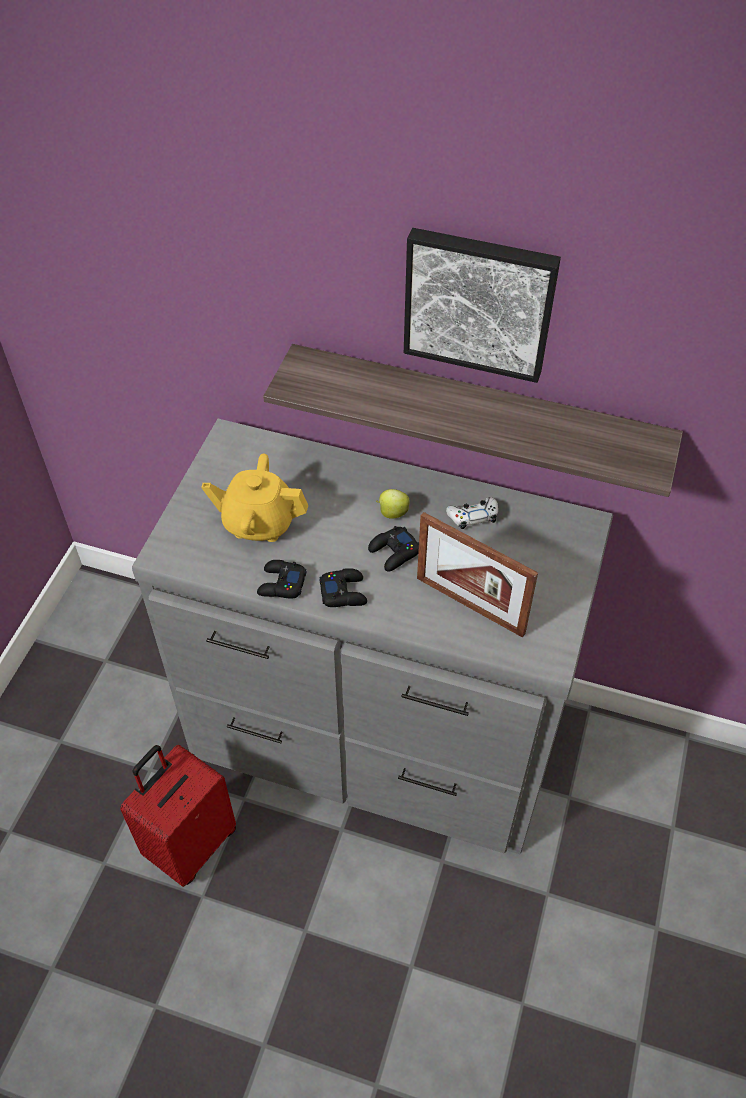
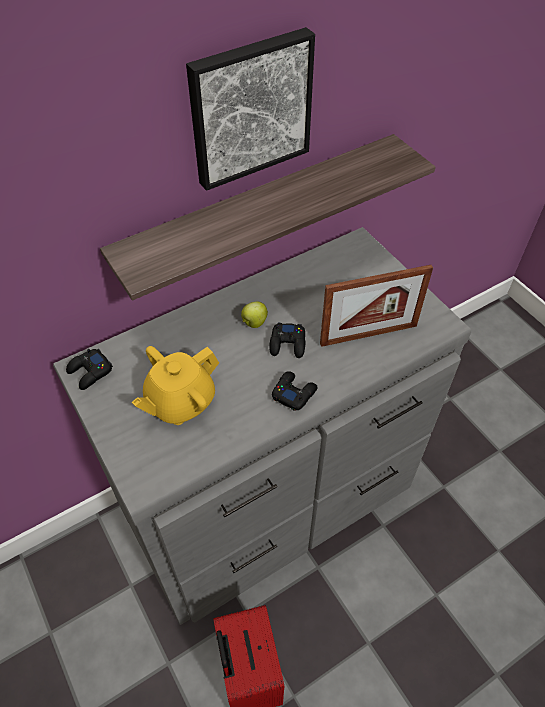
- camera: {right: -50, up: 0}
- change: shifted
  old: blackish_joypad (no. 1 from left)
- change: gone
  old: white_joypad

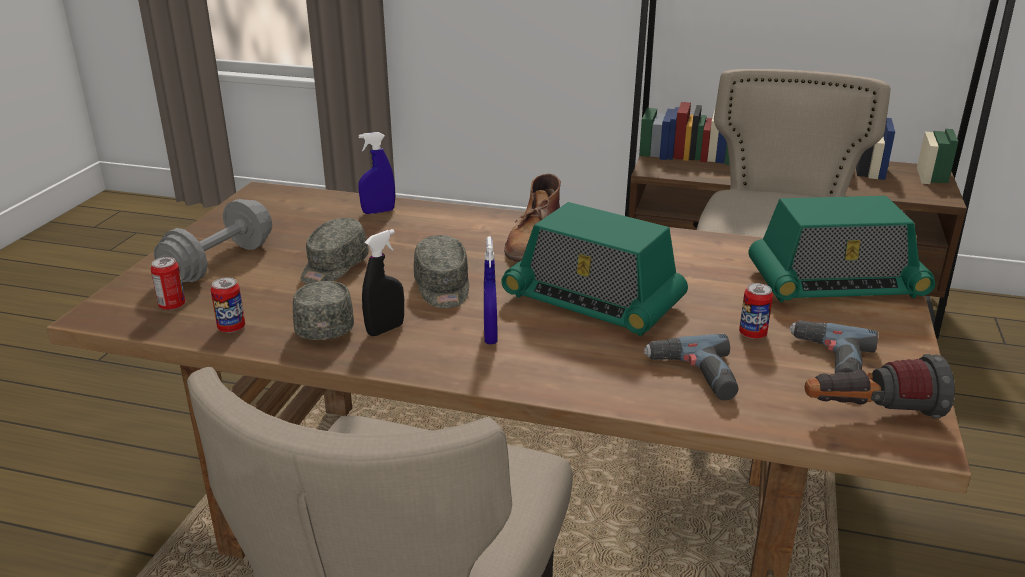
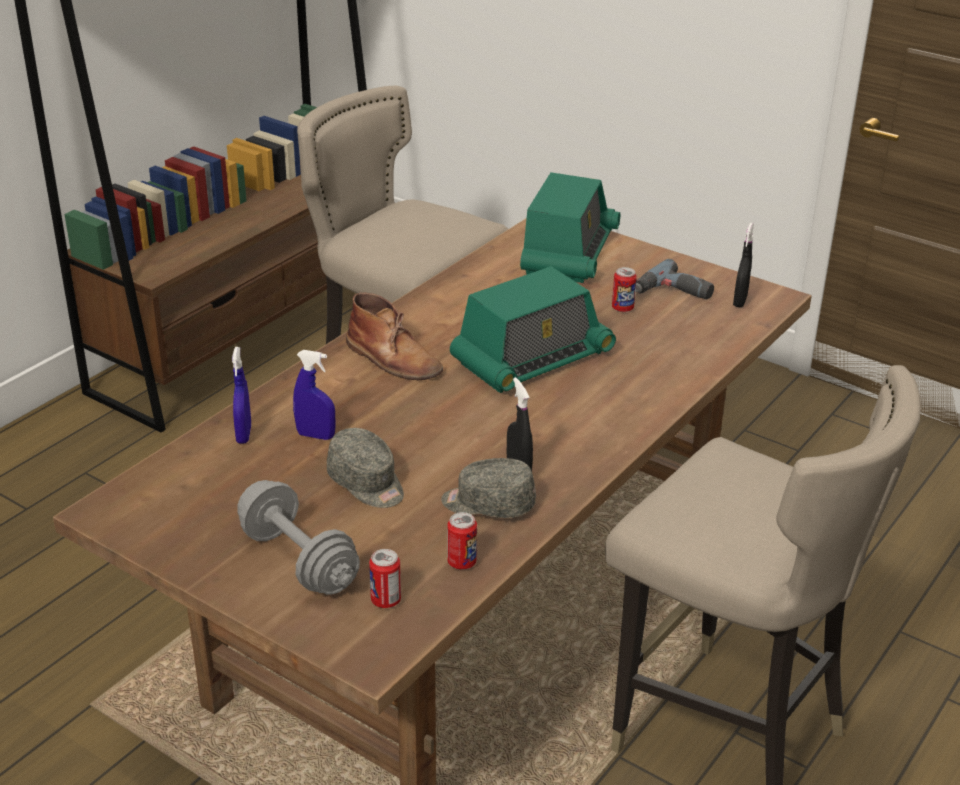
- camera: {right: -70, up: 5}
- change: shifted
  old: blue-coloured_sprayer (no. 2 from left)
- change: swapped
  old: torch
  new: blackish_sprayer (no. 2 from left)
- change: gone
  old: gray_baseball_cap (no. 3 from left)
- change: gone
  old: electric_drill (no. 1 from left)

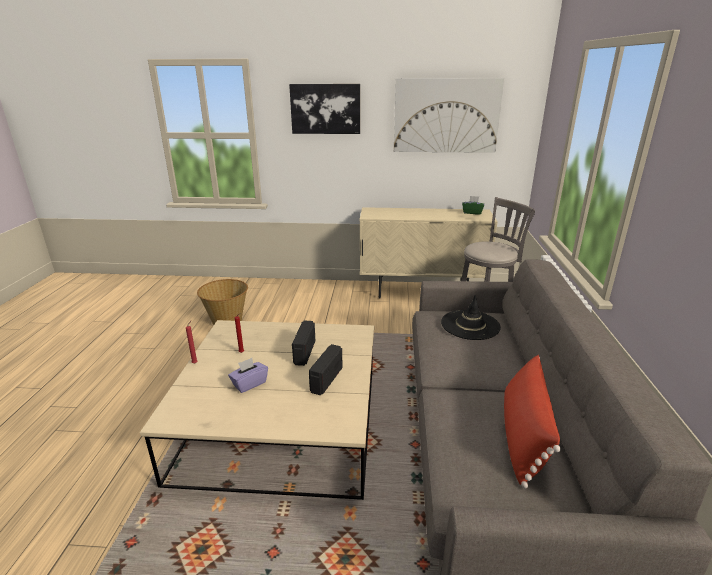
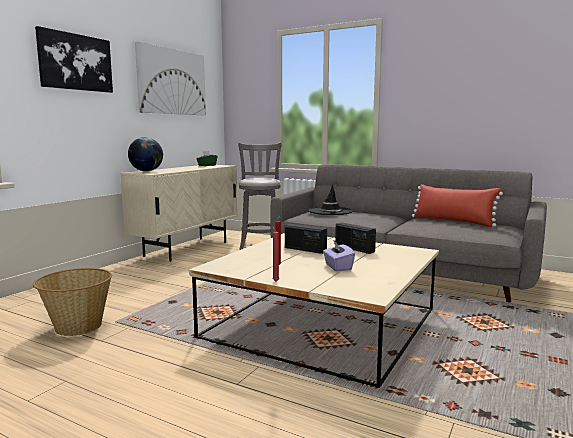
- camera: {right: -65, up: -15}
- change: new
  new: desk_globe

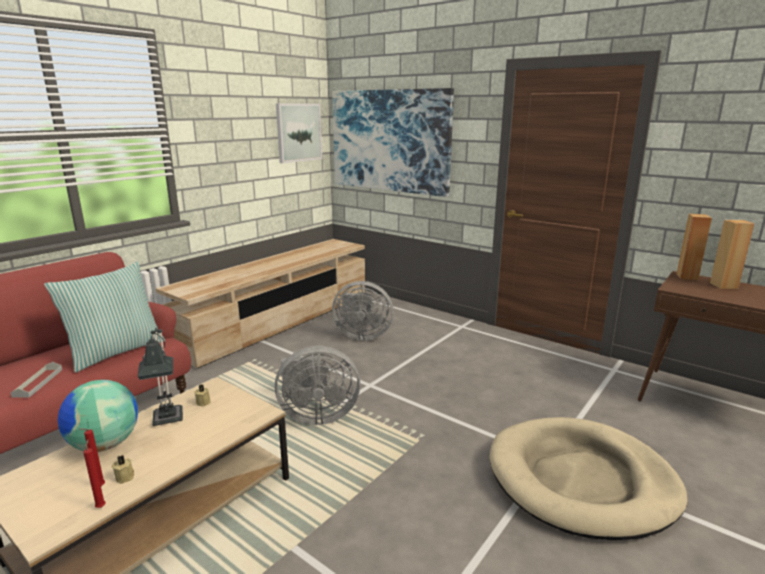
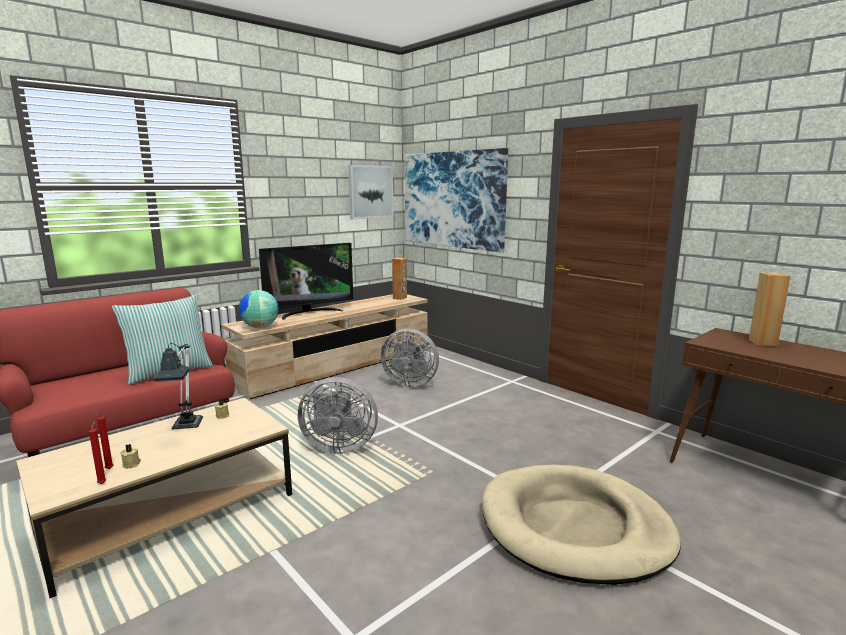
- camera: {right: 10, up: -5}
- change: shifted
  old: desk_globe
- change: new
  new: television
- change: shifted
  old: brown-coloured_speaker (no. 1 from left)
- change: gone
  old: gray_carrying_tray

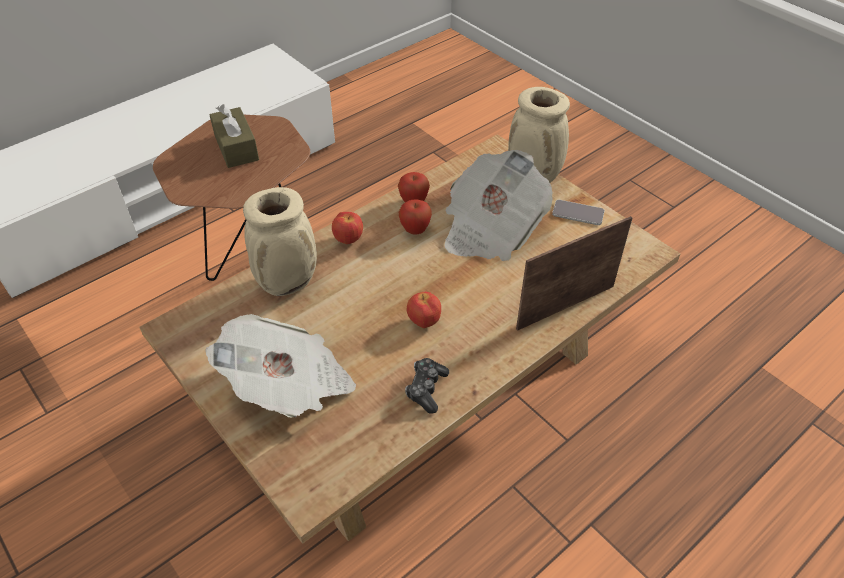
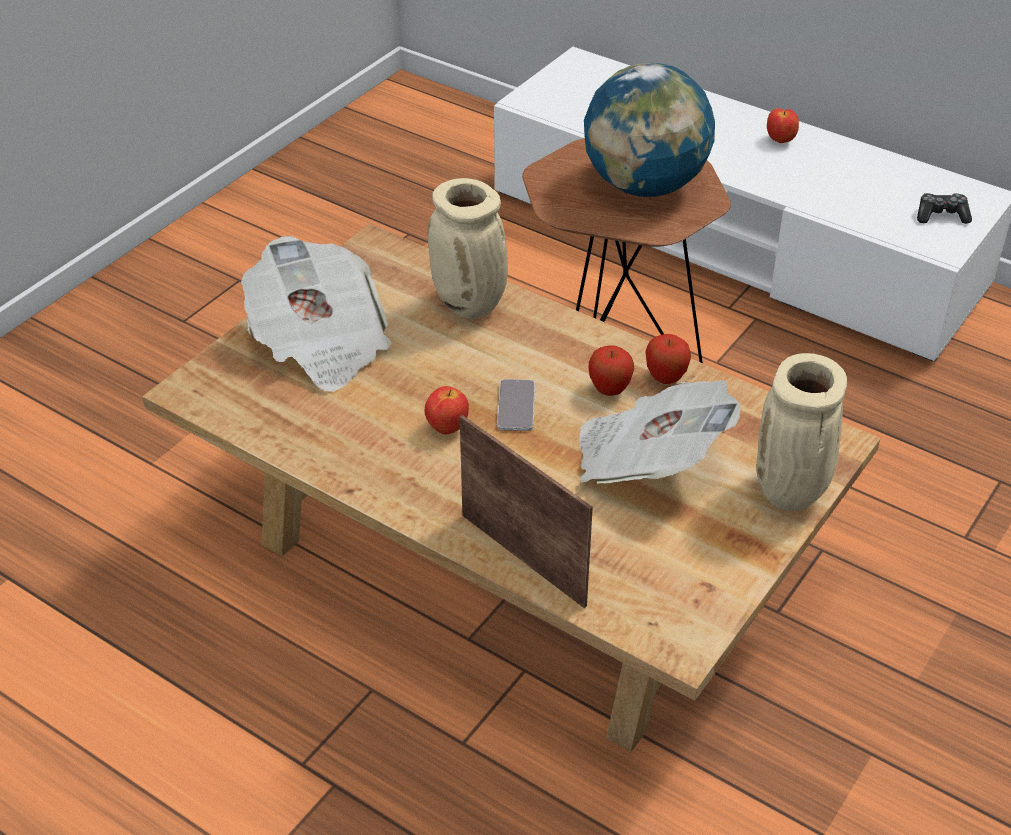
- camera: {right: 75, up: -5}
- change: shifted
  old: telephone
- change: swapped
  old: brown-coloured_tissue_box
  new: desk_globe
- change: shifted
  old: apple (no. 1 from left in the first image)
  new: apple (no. 4 from left)
- change: shifted
  old: joypad

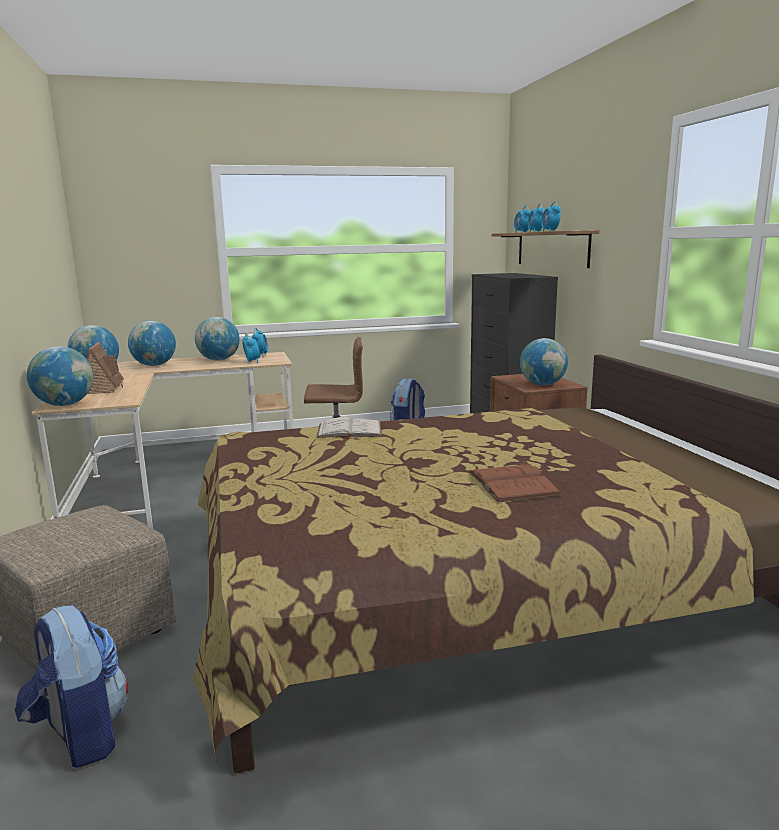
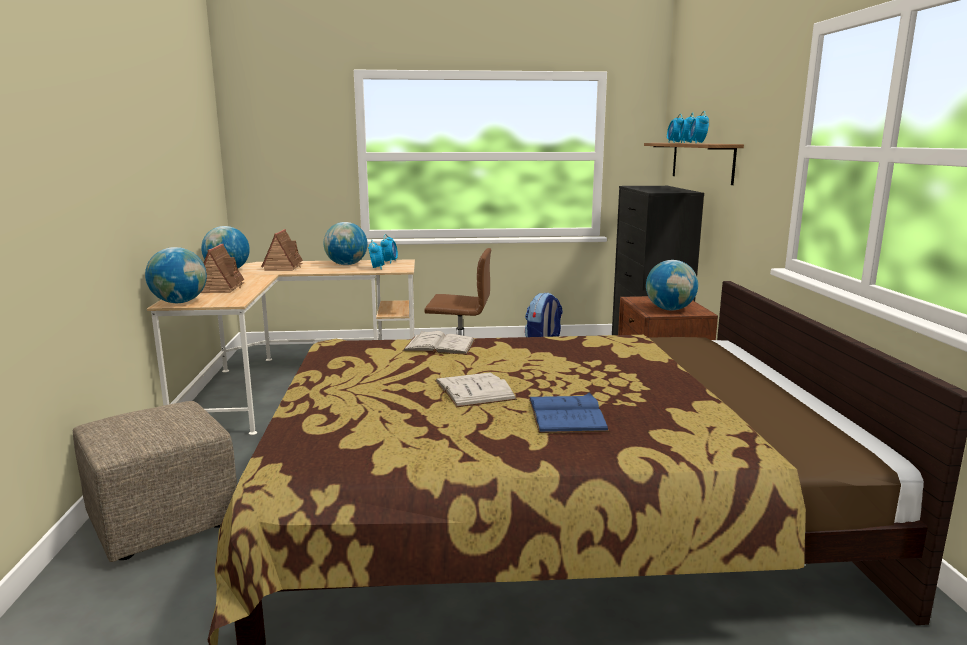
- camera: {right: 10, up: 0}
- change: swapped
  old: desk_globe (no. 3 from left)
  new: model_house (no. 2 from left)
- change: new
  new: white_book (no. 2 from left)
- change: repainted
  old: brown-coloured_book
  new: blue-coloured_book
- change: gone
  old: rucksack (no. 1 from left)

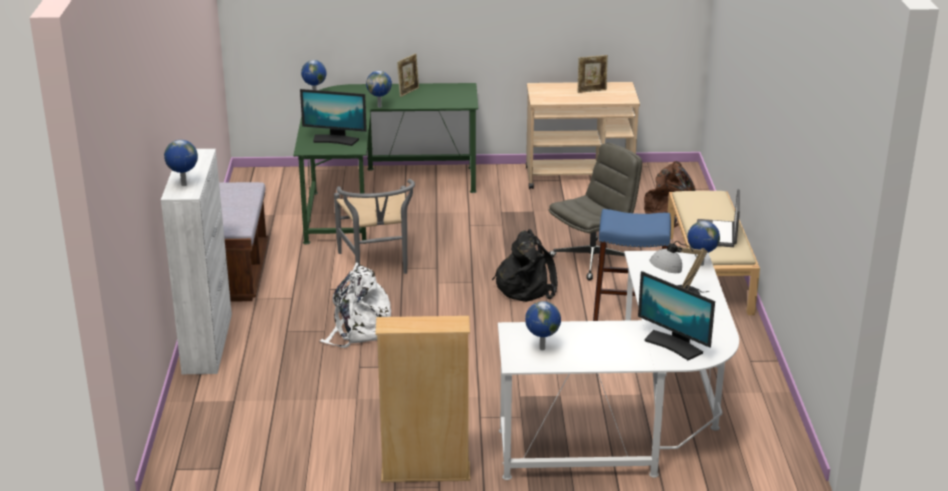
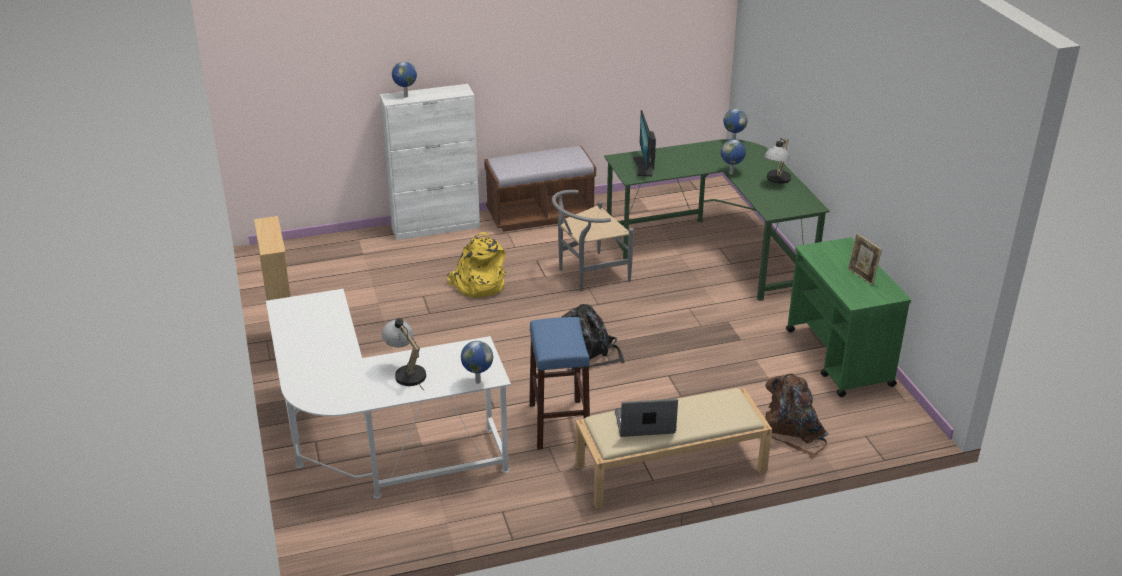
- camera: {right: 75, up: 5}
- change: repainted
  old: white_rucksack
  new: yellowish_rucksack
- change: swapped
  old: picture_frame (no. 1 from left)
  new: table_lamp (no. 2 from left)
- change: repainted
  old: beige_wheeled_cart
  new: green_wheeled_cart
- change: gone
  old: desk_globe (no. 4 from left)
- change: gone
  old: gray_desk_chair
- change: gone
  old: computer_display (no. 2 from left)

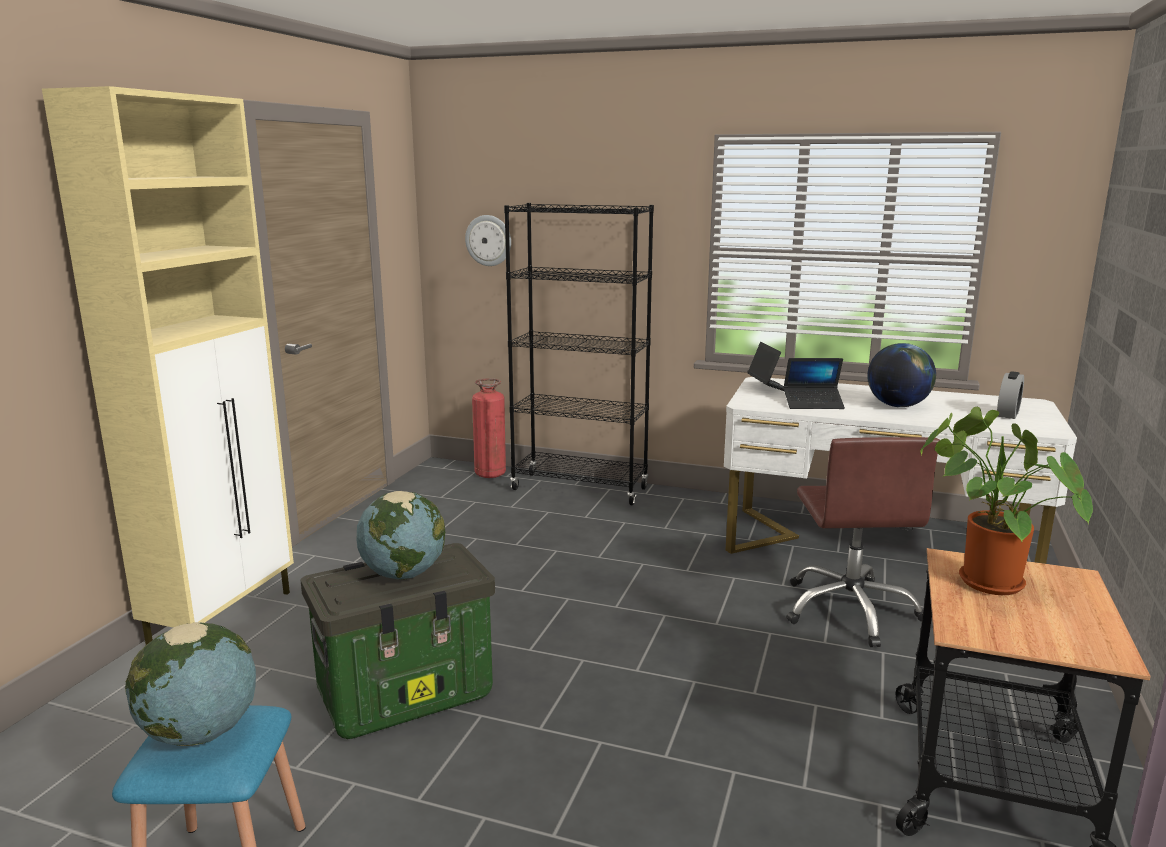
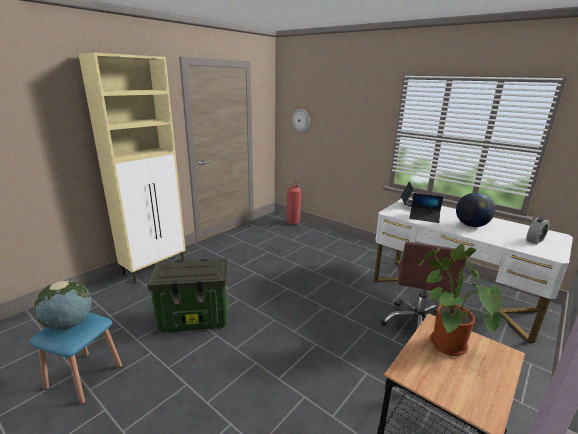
- camera: {right: 20, up: 5}
- change: gone
  old: desk_globe (no. 2 from left)
- change: gone
  old: blackish_bookcase

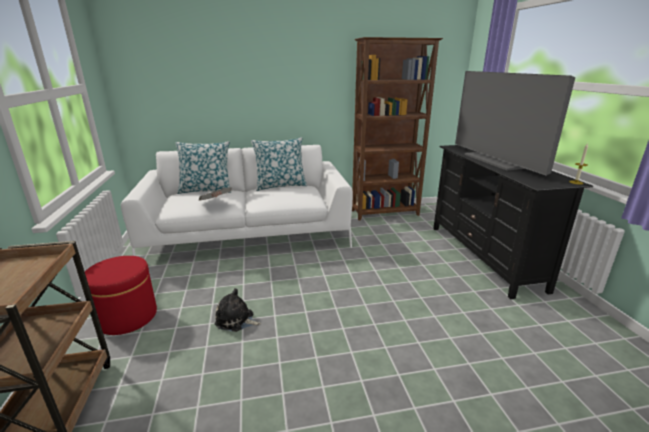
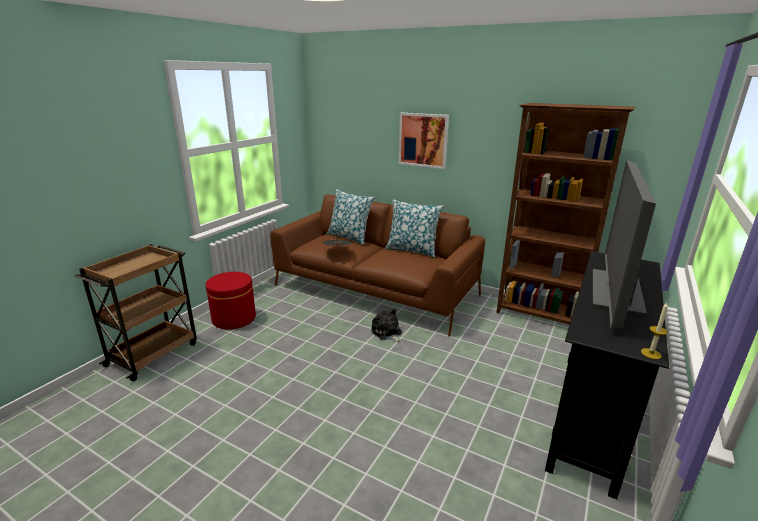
- camera: {right: 40, up: 0}
- change: repainted
  old: white_settee
  new: brown-coloured_settee
- change: shifted
  old: soft_toy
- change: new
  new: wall_picture

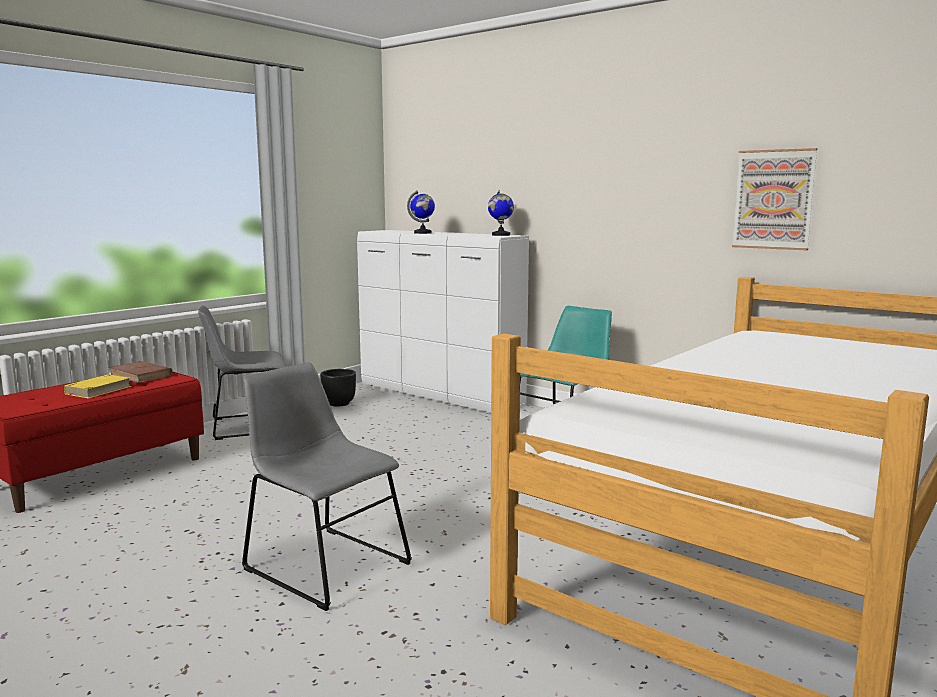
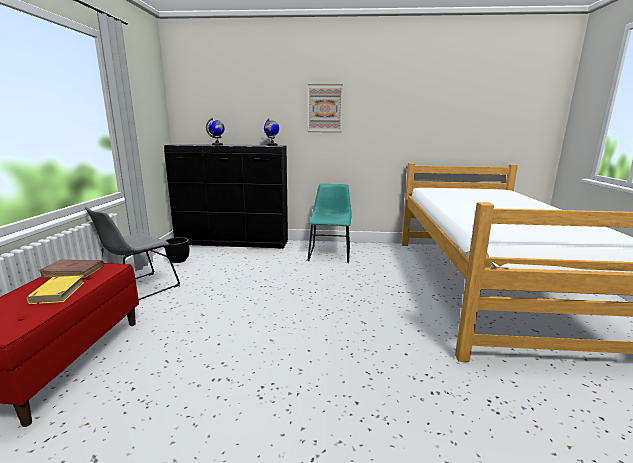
- camera: {right: -35, up: 5}
- change: repainted
  old: white_dresser
  new: blackish_dresser
- change: shifted
  old: wall_picture
- change: gone
  old: gray_chair (no. 2 from left)

